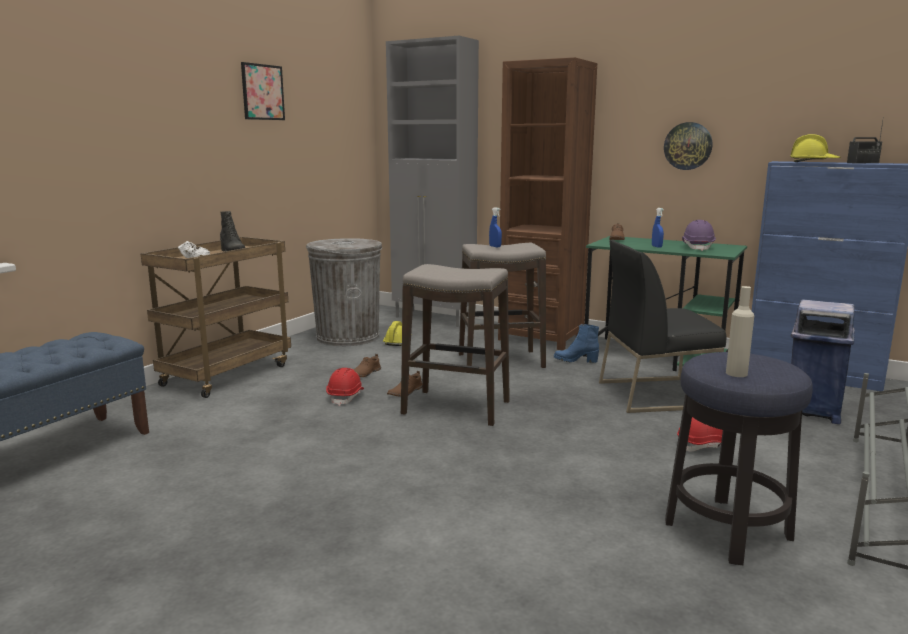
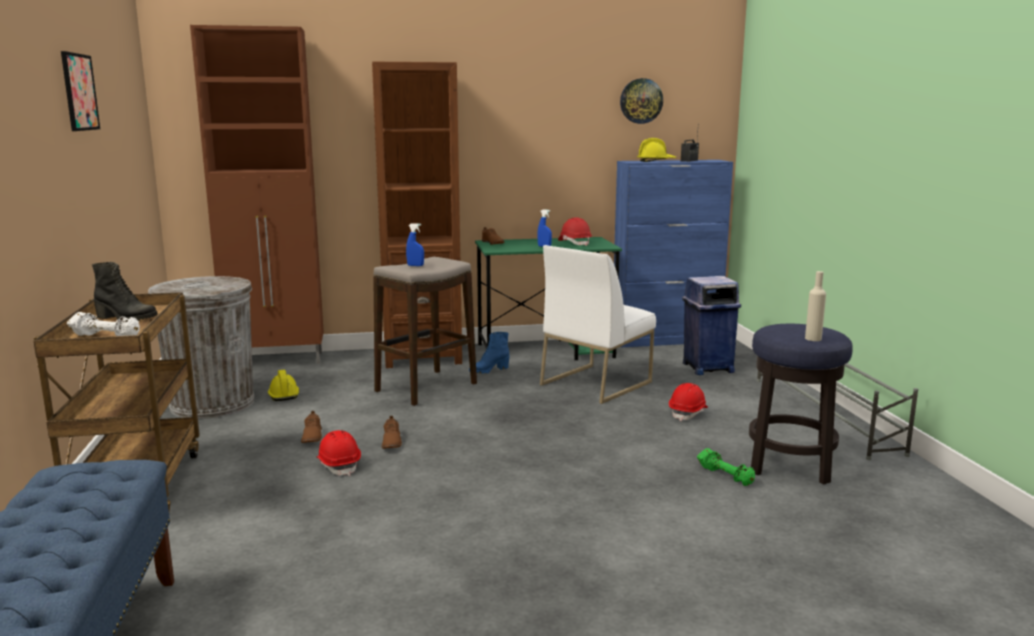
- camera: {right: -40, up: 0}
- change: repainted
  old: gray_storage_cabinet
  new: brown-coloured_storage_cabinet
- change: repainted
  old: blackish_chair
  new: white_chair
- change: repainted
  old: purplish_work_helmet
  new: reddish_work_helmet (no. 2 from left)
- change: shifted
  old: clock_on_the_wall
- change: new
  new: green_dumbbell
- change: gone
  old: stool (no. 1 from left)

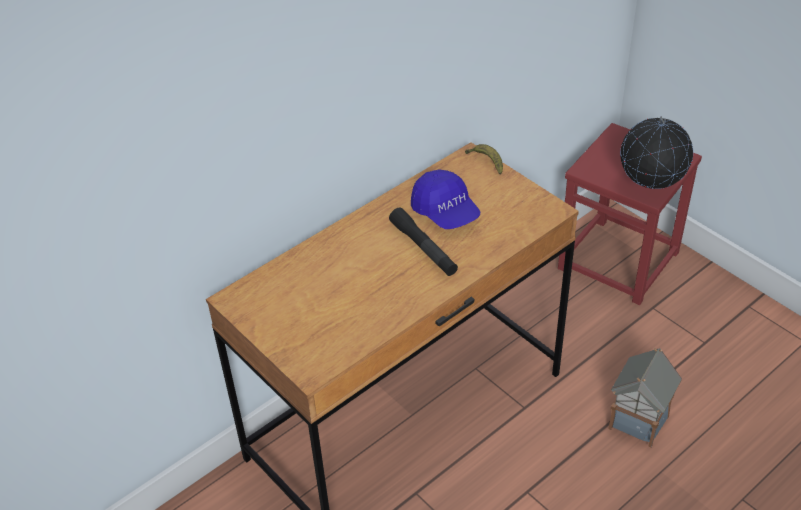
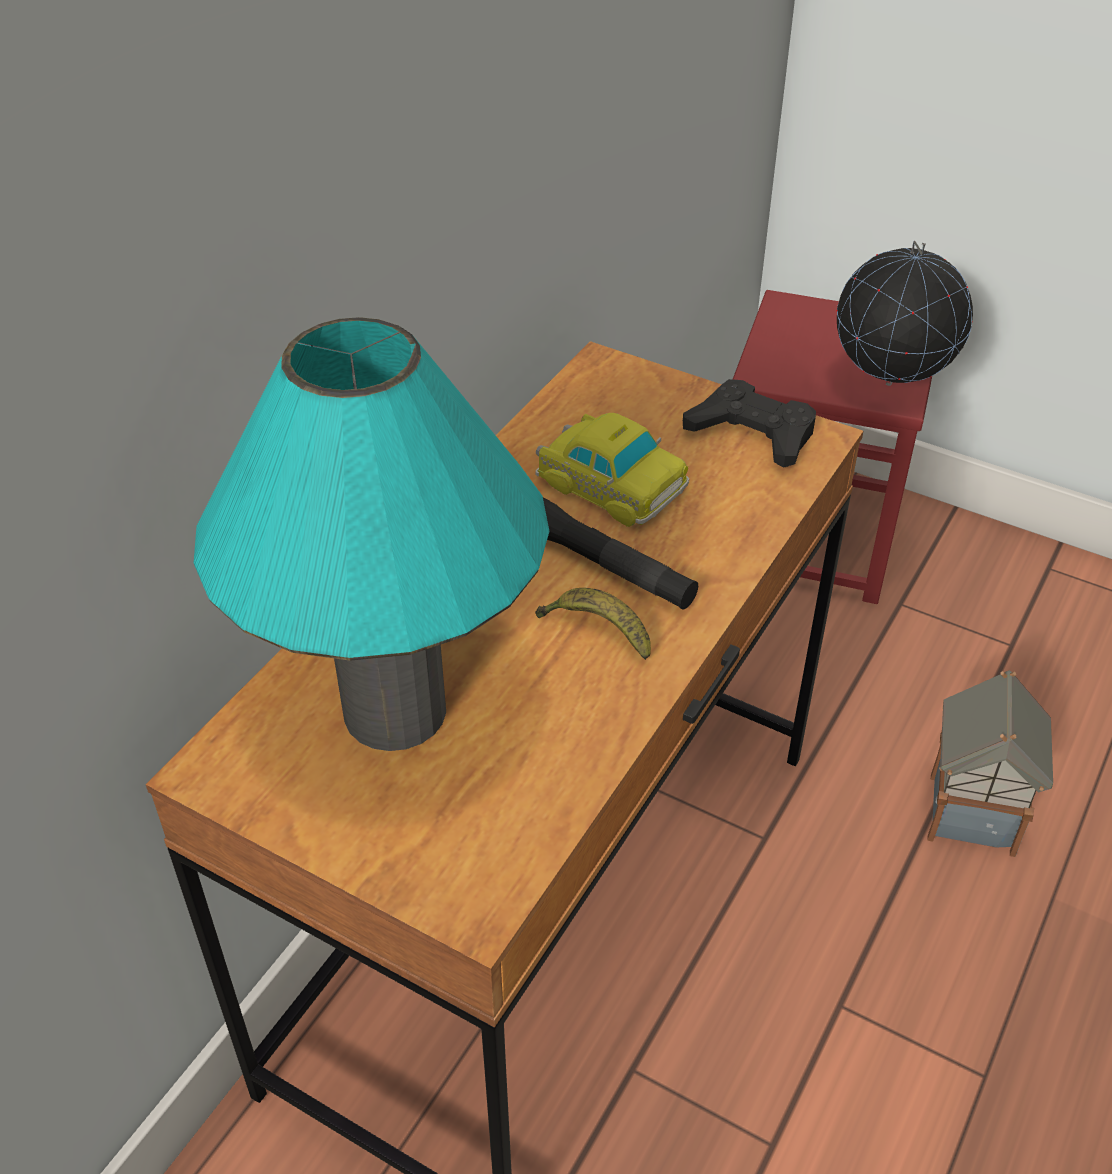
- camera: {right: -20, up: 0}
- change: new
  new: turquoise_table_lamp
- change: swapped
  old: blue-coloured_baseball_cap
  new: model_car
- change: shifted
  old: whole_banana
- change: new
  new: blackish_joypad

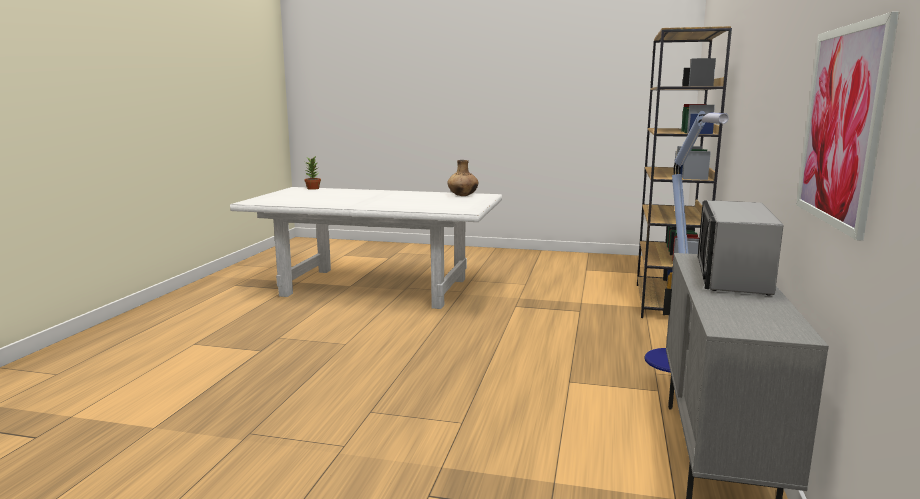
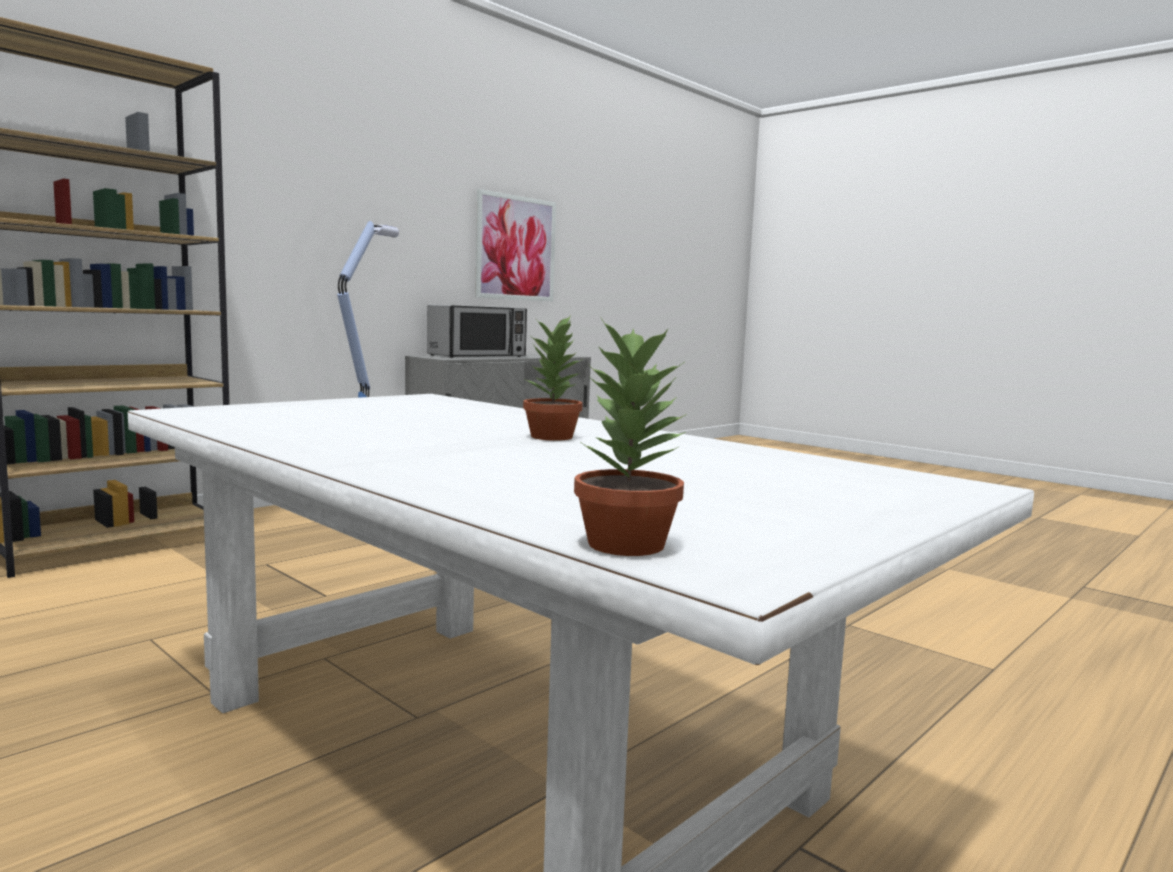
- camera: {right: -150, up: -5}
- change: new
  new: potted_plant (no. 1 from left)
- change: gone
  old: brown-coloured_flower_vase

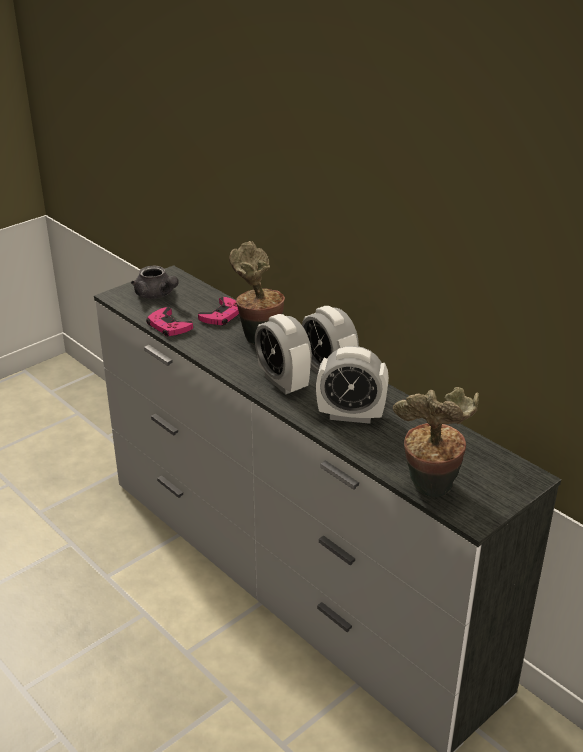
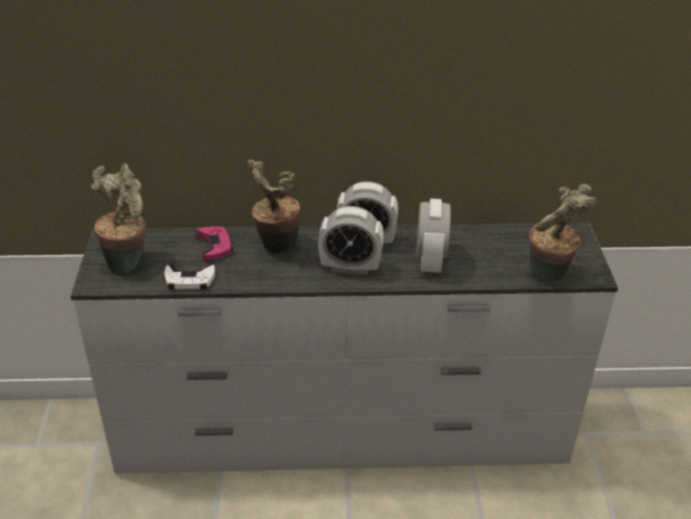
- camera: {right: -50, up: 5}
- change: swapped
  old: gray_tea_pot
  new: potted_plant (no. 1 from left)
- change: repainted
  old: pinkish_joypad (no. 1 from left)
  new: white_joypad
- change: rotated
  old: table_clock (no. 3 from left)
  degrees: -45

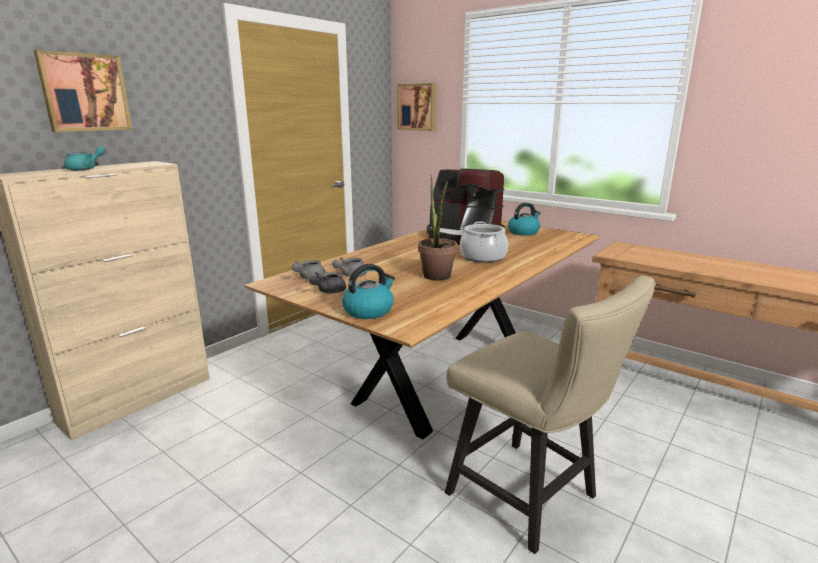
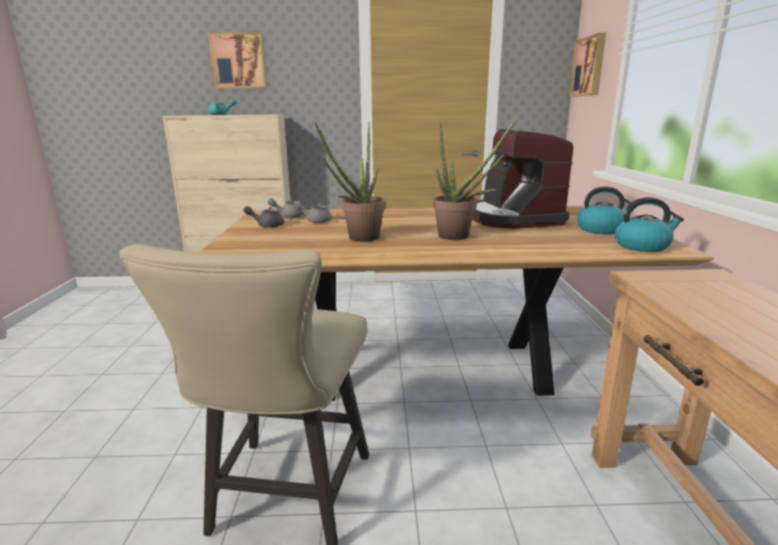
- camera: {right: 50, up: 0}
- change: swapped
  old: cooking_pot
  new: potted_plant (no. 2 from left)
- change: shifted
  old: tea_kettle (no. 1 from left in the first image)
  new: tea_kettle (no. 2 from left)

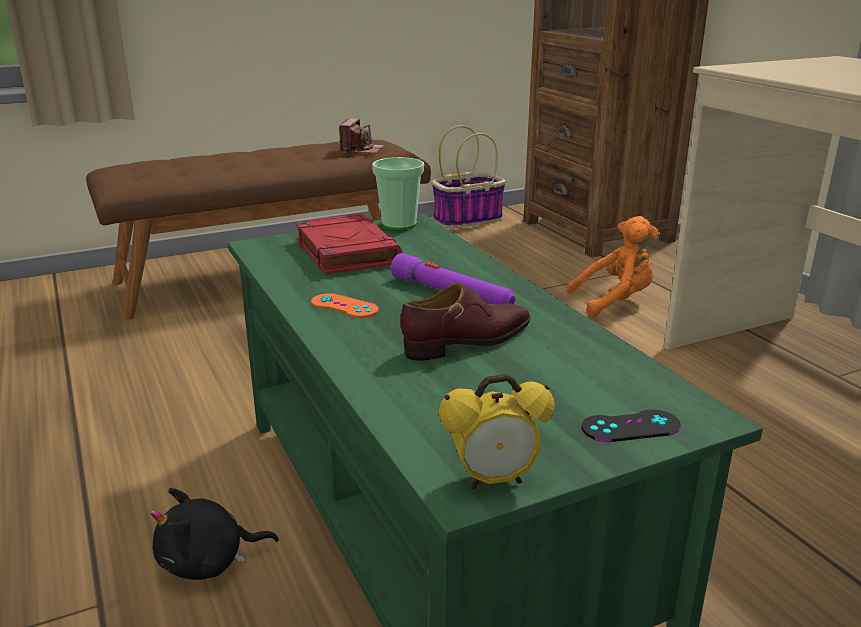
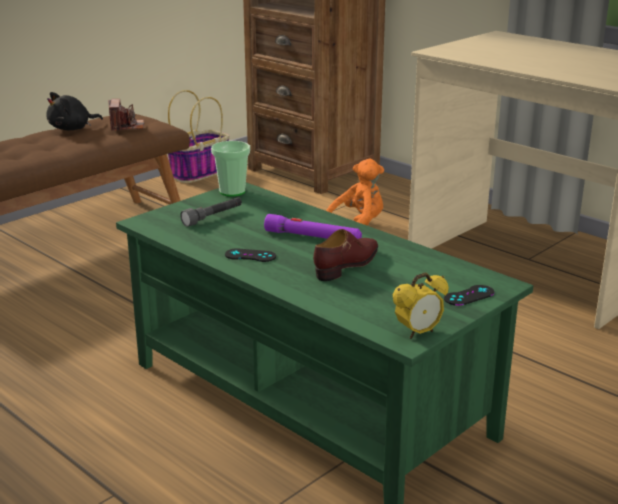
- camera: {right: -20, up: 0}
- change: shifted
  old: blackish_soft_toy
- change: swapped
  old: reddish_book
  new: gray_torch
- change: repainted
  old: orange-coloured_joypad
  new: blackish_joypad (no. 1 from left)

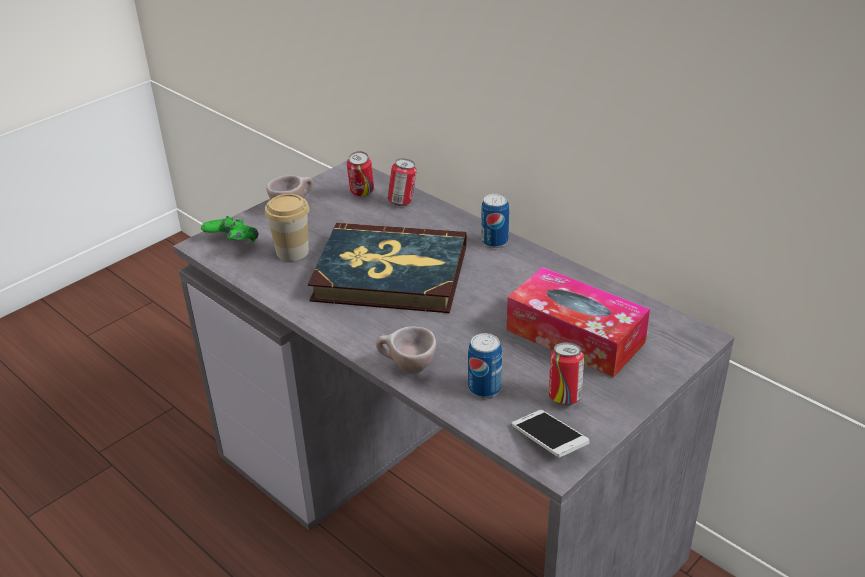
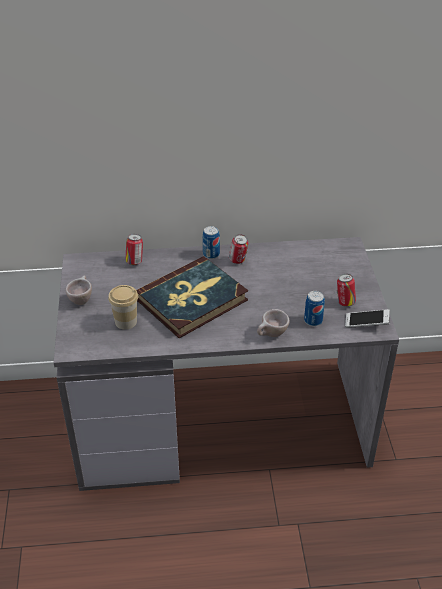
- camera: {right: -50, up: 5}
- change: shifted
  old: metal_can (no. 1 from left in the first image)
  new: metal_can (no. 3 from left)
- change: gone
  old: green_joypad
- change: gone
  old: tissue_box

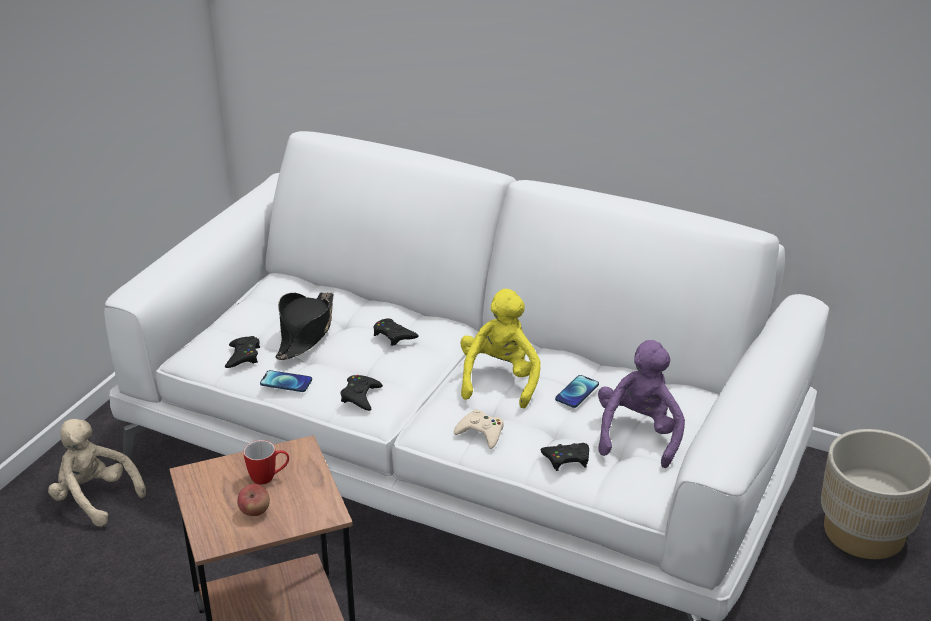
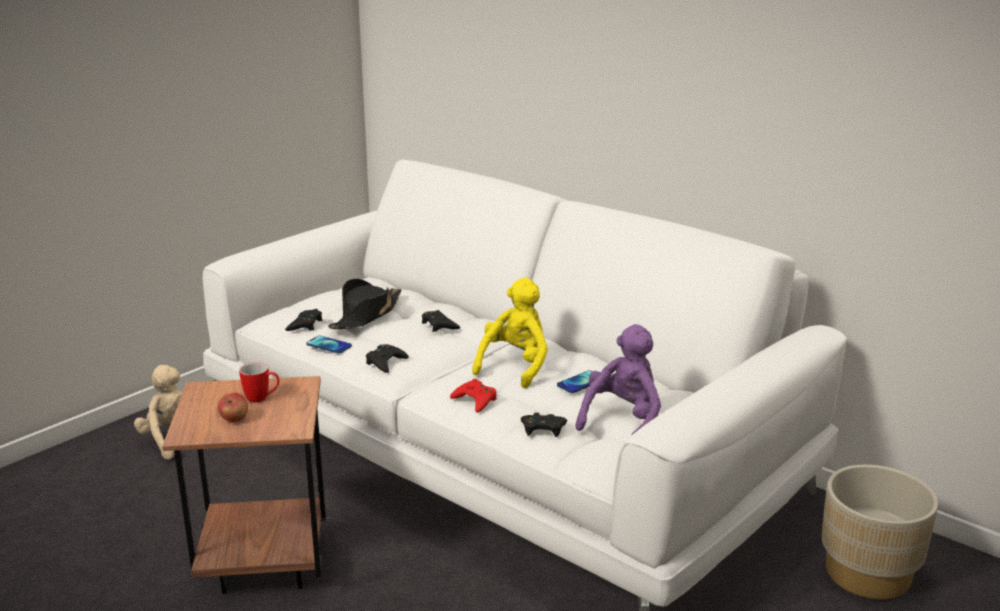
- camera: {right: 15, up: -10}
- change: repainted
  old: beige_joypad
  new: reddish_joypad

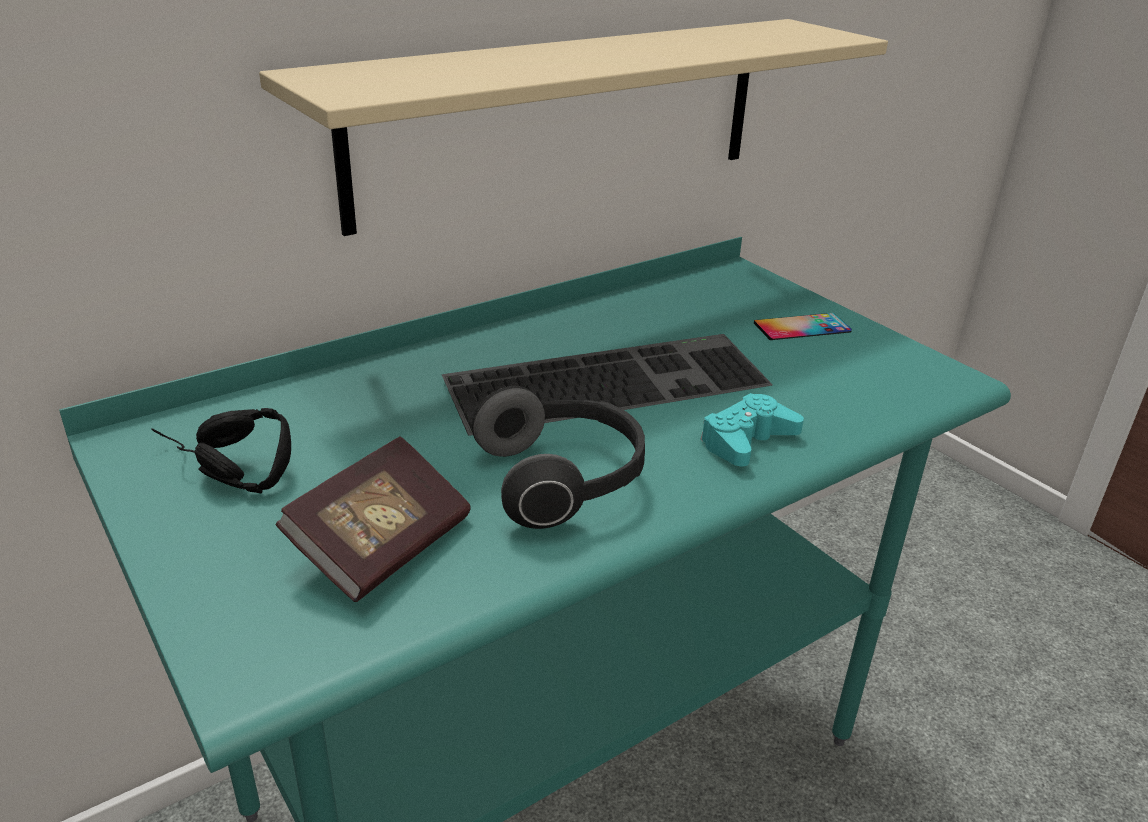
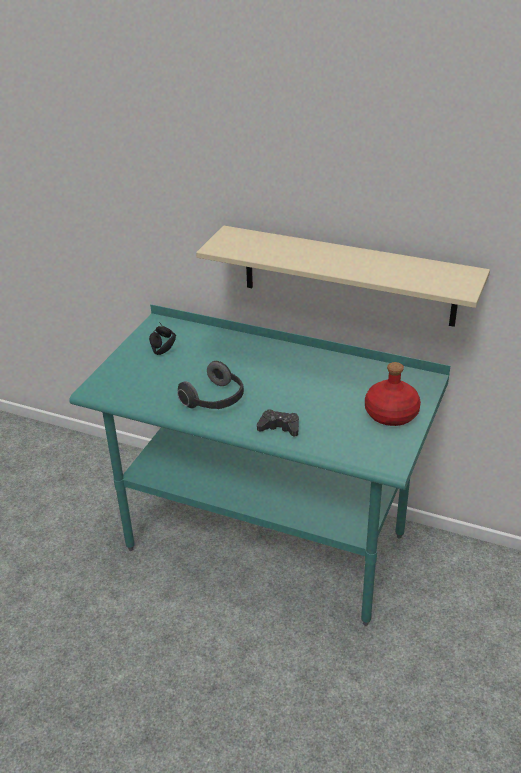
- camera: {right: 60, up: 5}
- change: repainted
  old: turquoise_joypad
  new: blackish_joypad
- change: swapped
  old: telephone
  new: reddish_beverage_bottle
- change: gone
  old: book
- change: gone
  old: keyboard

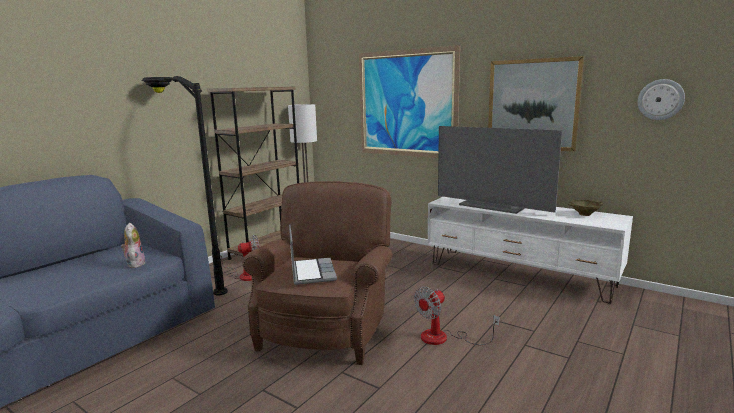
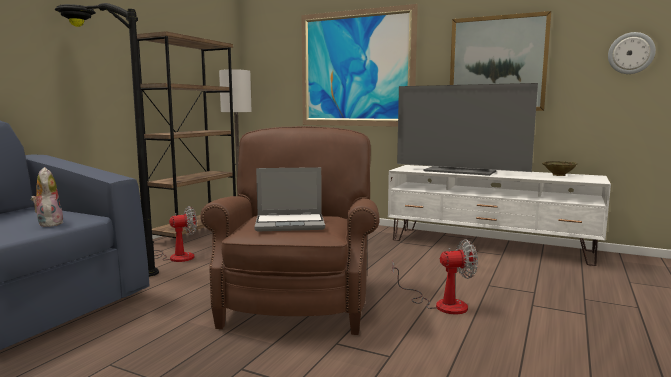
- camera: {right: -10, up: -5}
- change: rotated
  old: laptop
  degrees: 105
- change: rotated
  old: electric_fan (no. 2 from left)
  degrees: -135

